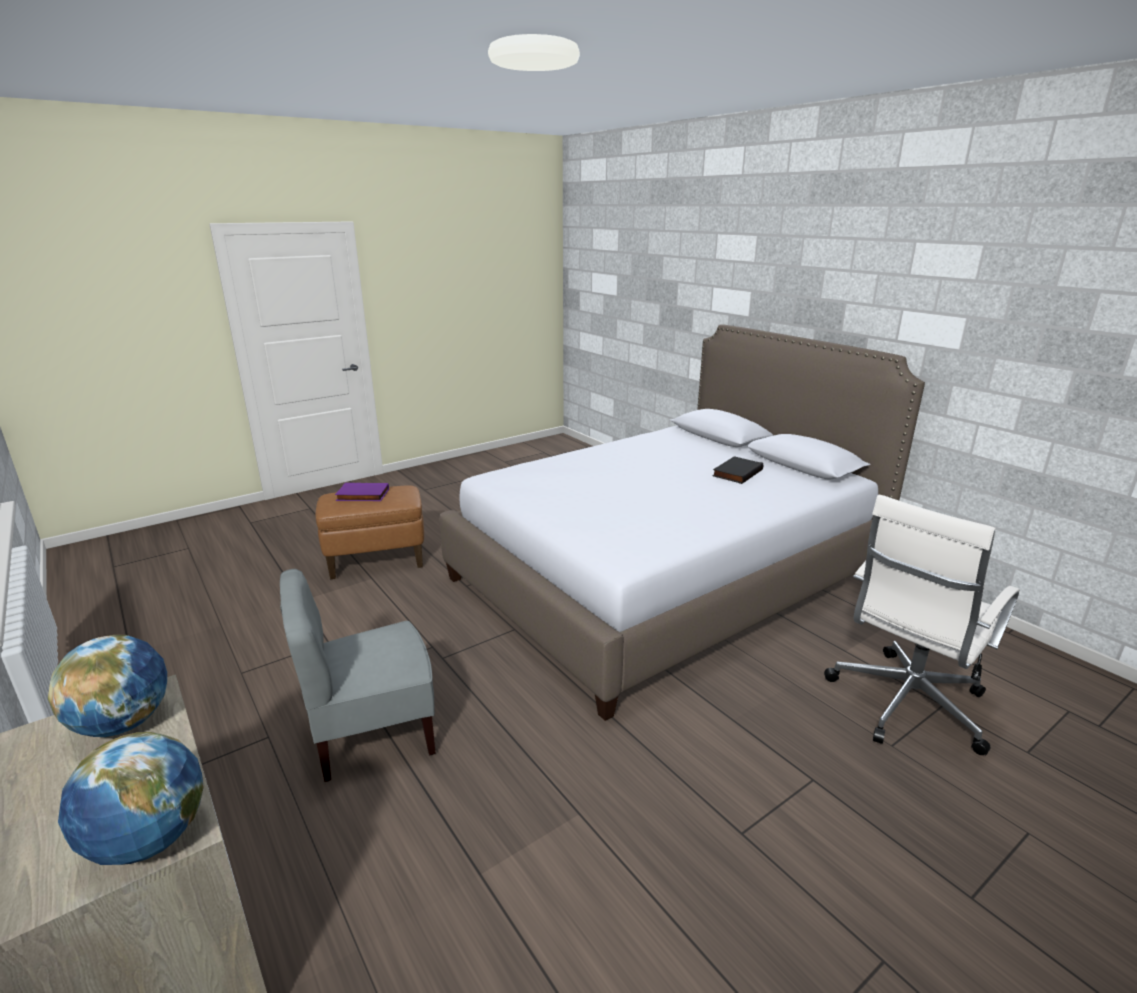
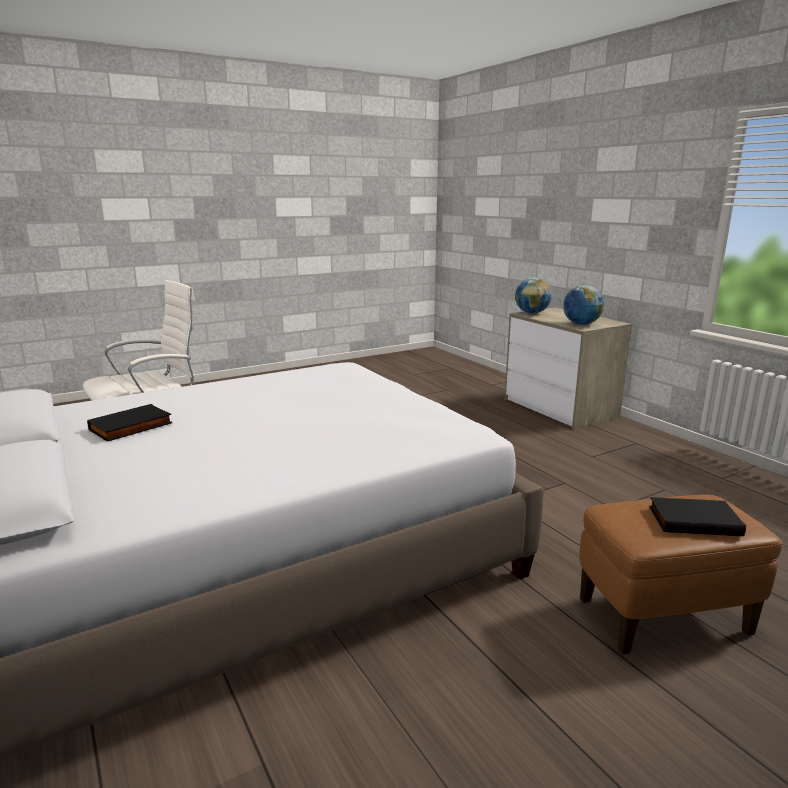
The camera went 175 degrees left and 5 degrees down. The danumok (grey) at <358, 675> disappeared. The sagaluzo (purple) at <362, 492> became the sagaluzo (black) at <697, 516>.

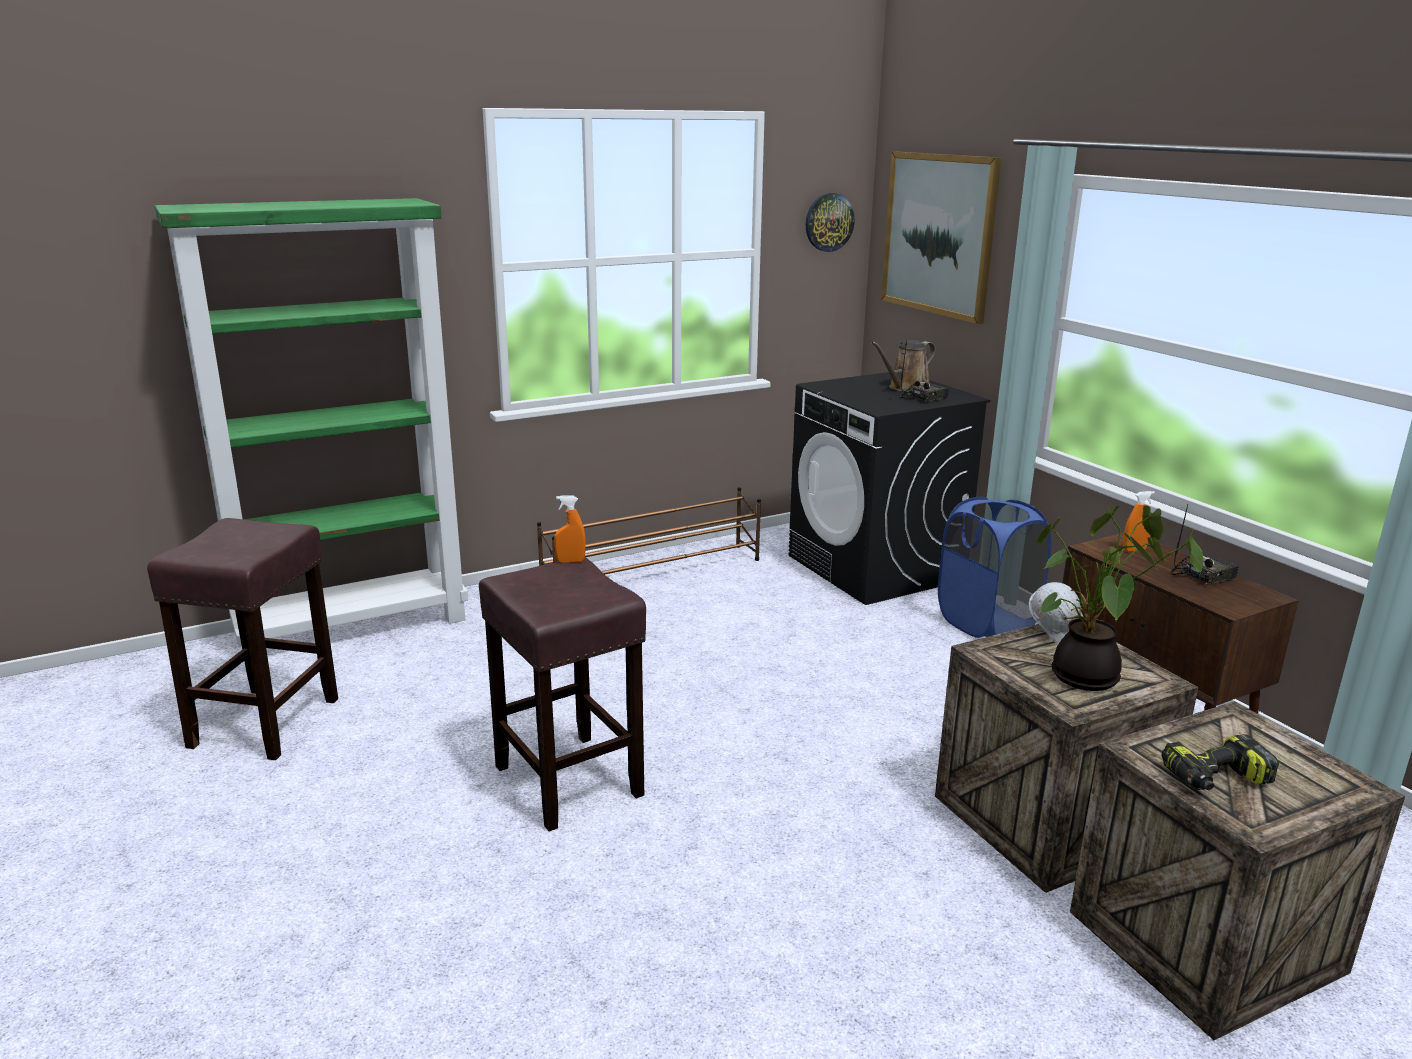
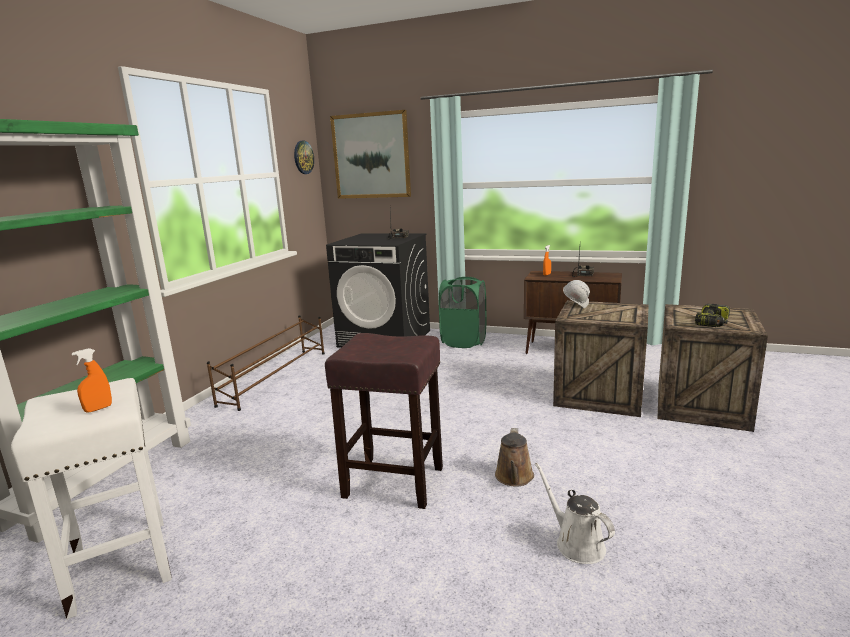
The camera went 40 degrees left and 5 degrees down. The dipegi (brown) at <242, 639> became the dipegi (white) at <91, 498>. The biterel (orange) moved from <570, 529> to <92, 380>. The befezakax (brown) moved from <903, 366> to <514, 457>. The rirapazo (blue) at <995, 567> became the rirapazo (green) at <463, 312>. The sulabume at <1120, 598> disappeared. The befezakax (white) at <575, 513> appeared.

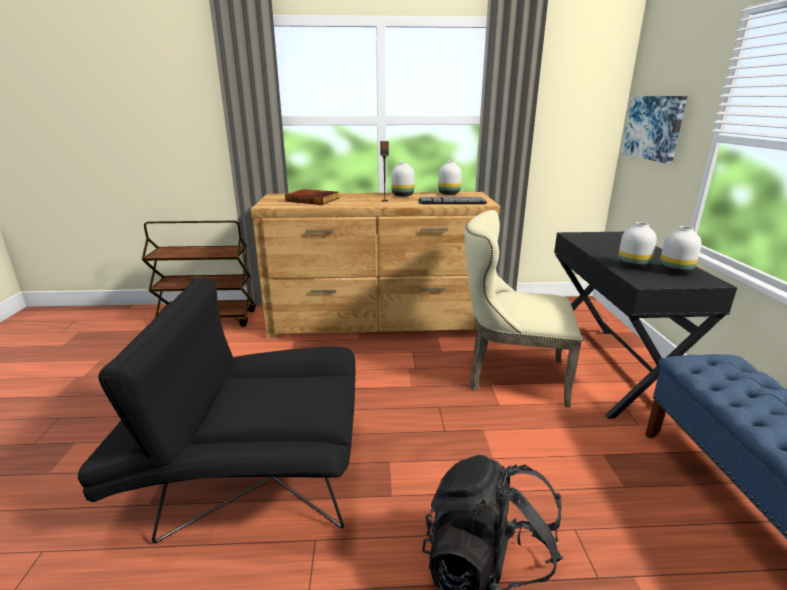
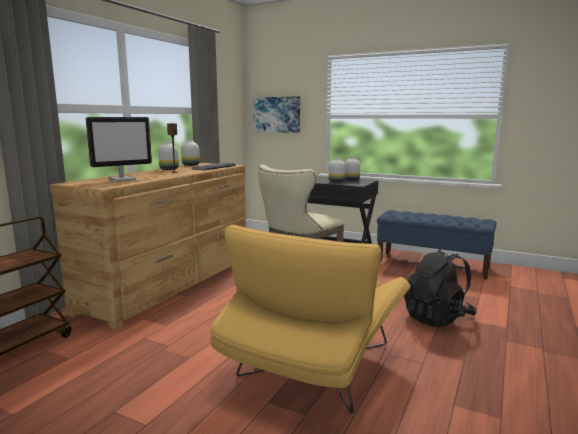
The camera went 60 degrees left and 10 degrees down. The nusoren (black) at <217, 410> became the nusoren (yellow) at <310, 319>. The sagaluzo at <312, 197> was replaced by the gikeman at <119, 149>.

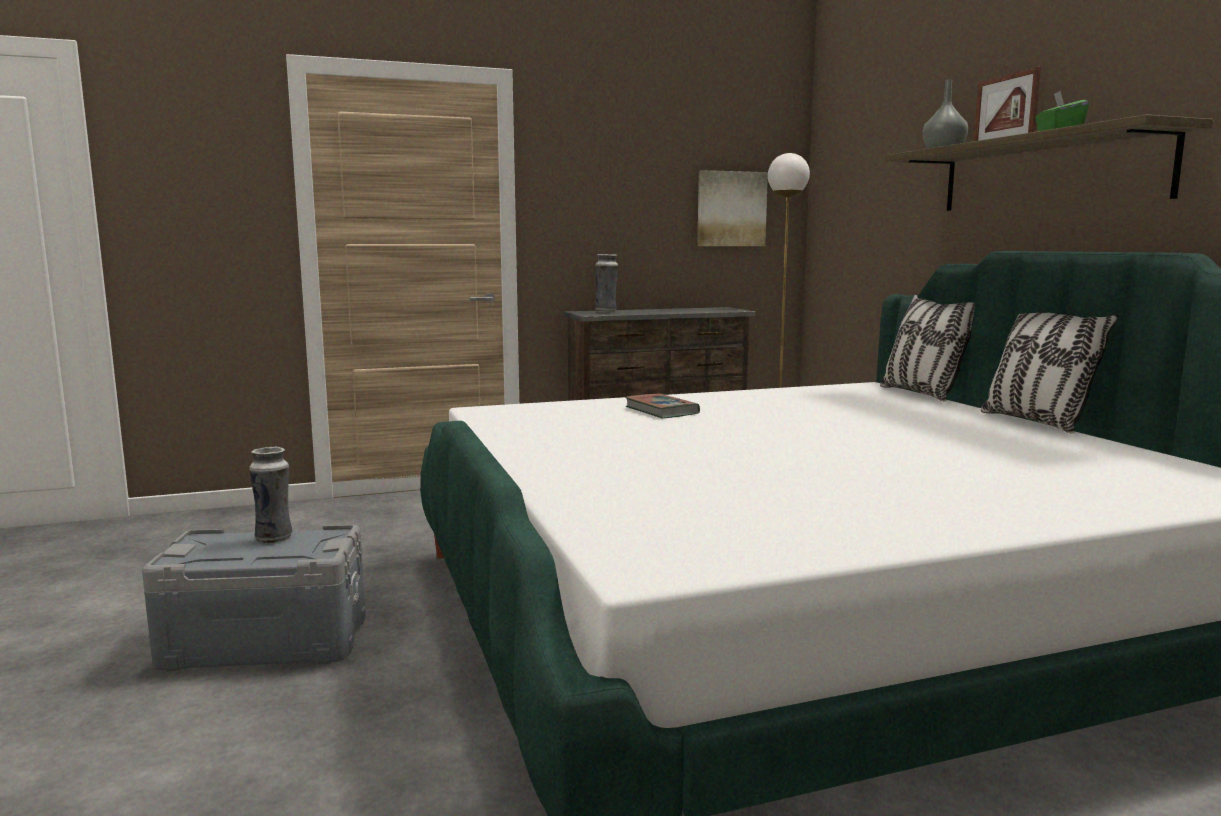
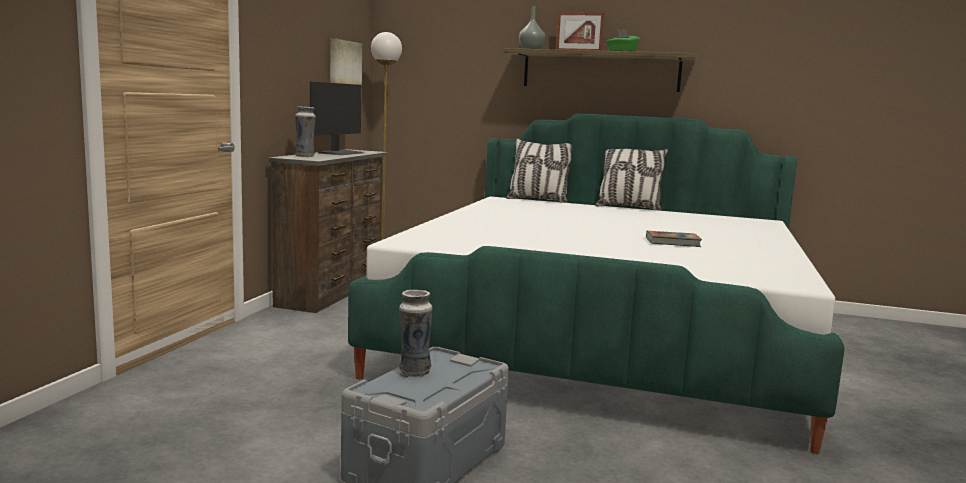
The camera went 55 degrees left and 0 degrees up. The sagaluzo moved from <662, 406> to <674, 239>. The gikeman at <337, 118> appeared.

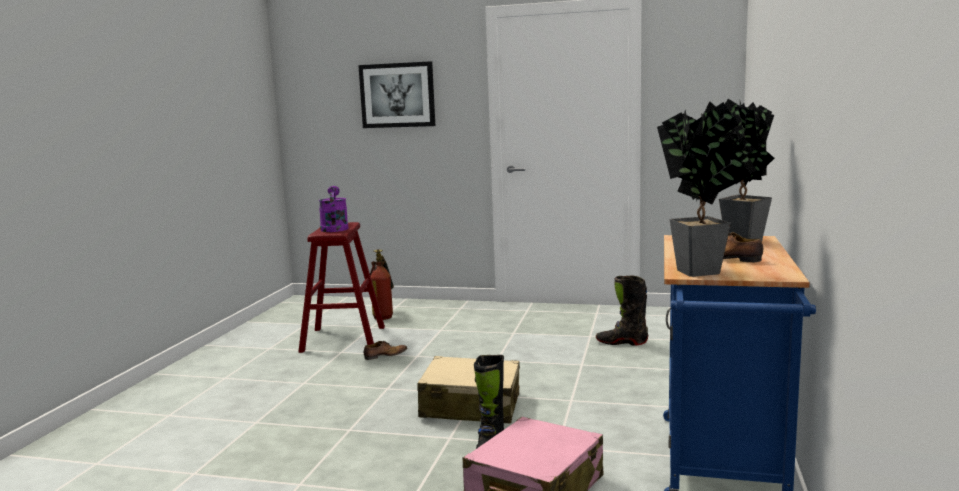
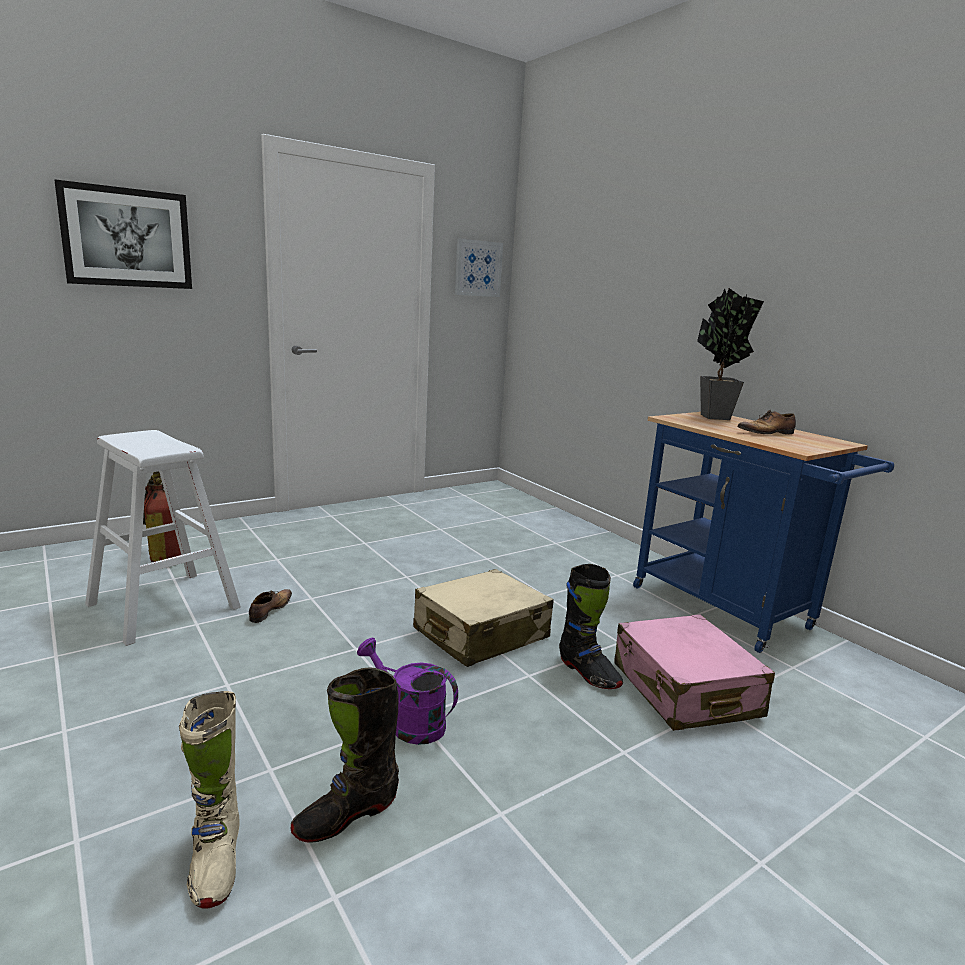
The camera went 50 degrees left and 5 degrees up. The dipegi (red) at <341, 287> became the dipegi (white) at <163, 538>. The befezakax (purple) moved from <333, 209> to <407, 691>. The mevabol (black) moved from <622, 311> to <345, 755>. The sulabume at <707, 189> disappeared. The mevabol (beige) at <209, 800> appeared. The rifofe at <479, 267> appeared.

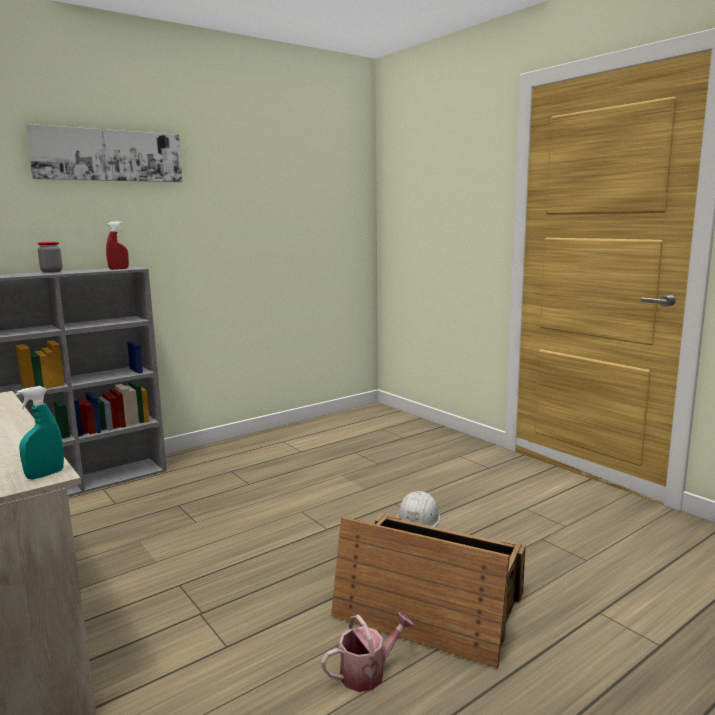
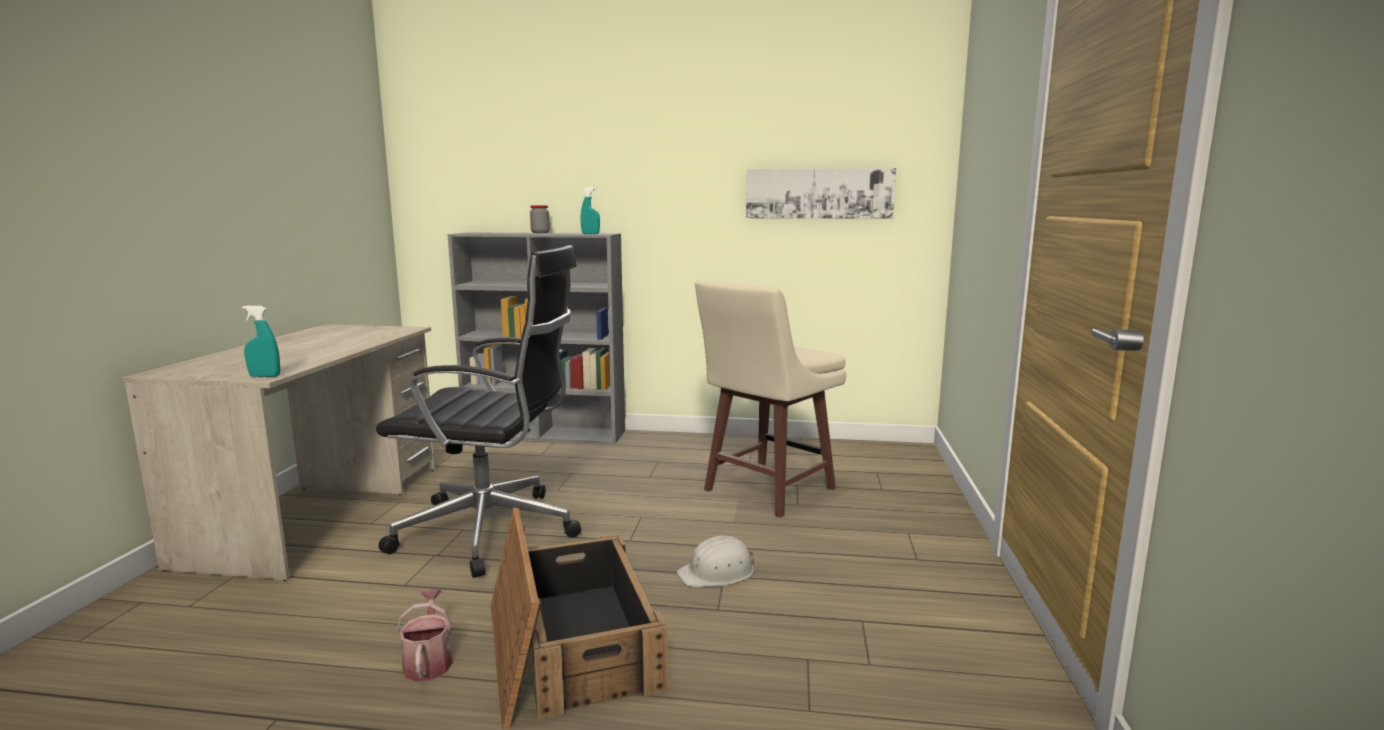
The camera went 45 degrees right and 0 degrees up. The rifofe moved from <104, 153> to <821, 193>. The biterel (red) at <117, 245> became the biterel (turquoise) at <590, 210>. The befezakax at <367, 652> turned 120 degrees counterclockwise. The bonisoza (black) at <478, 411> appeared. The dipegi (beige) at <770, 399> appeared.

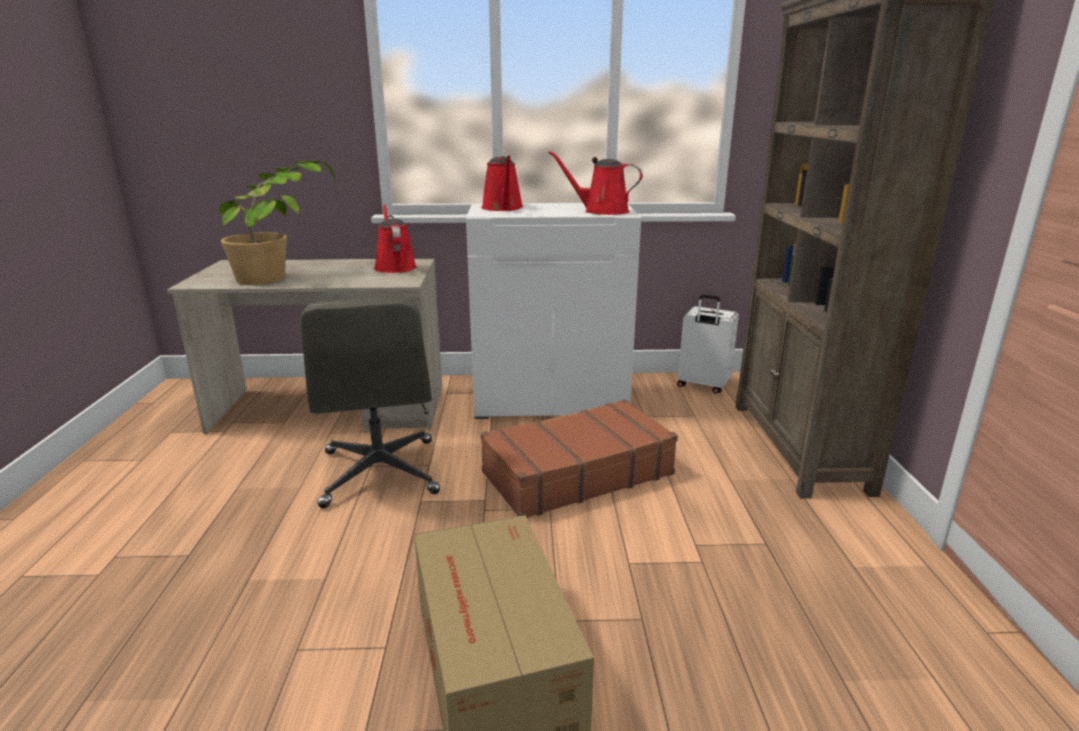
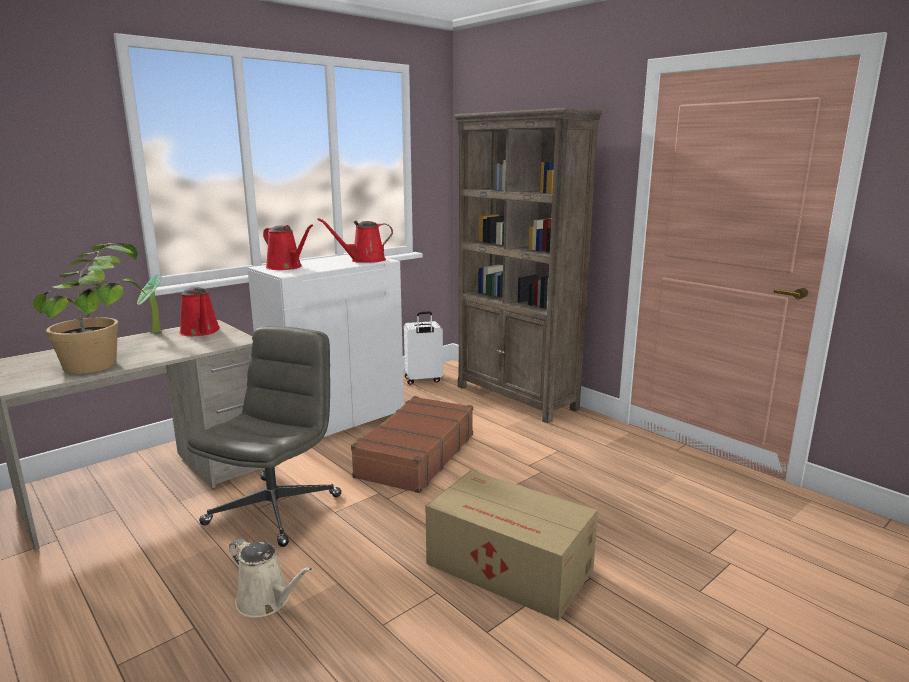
The camera went 40 degrees left and 5 degrees down. The bonisoza (grey) at <370, 402> turned 105 degrees counterclockwise. The befezakax (red) at <395, 238> turned 150 degrees counterclockwise. The sulabume at <149, 303> appeared. The befezakax (beige) at <271, 578> appeared.

